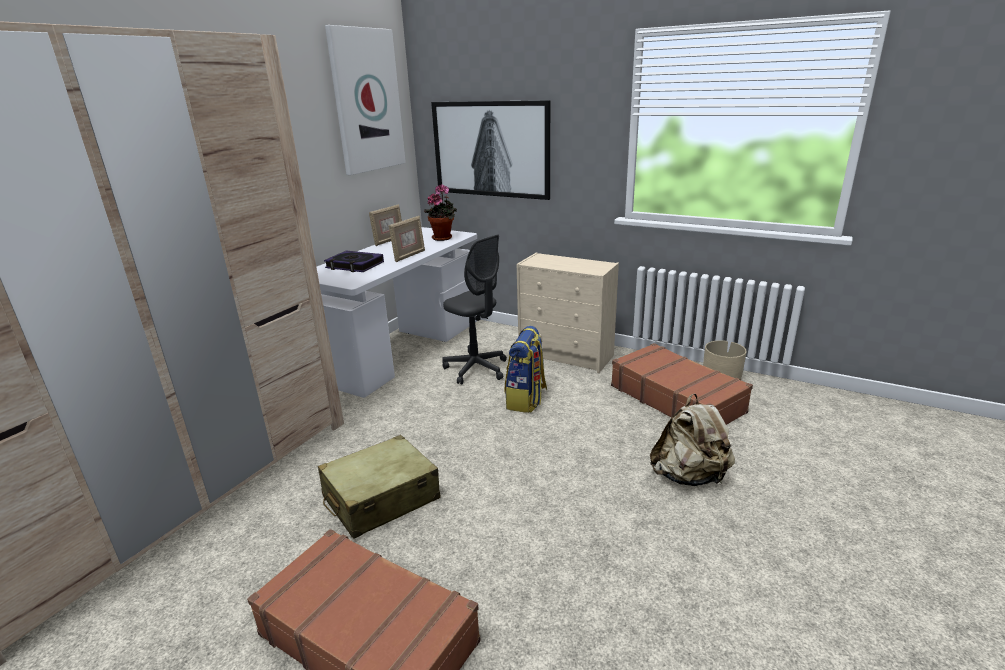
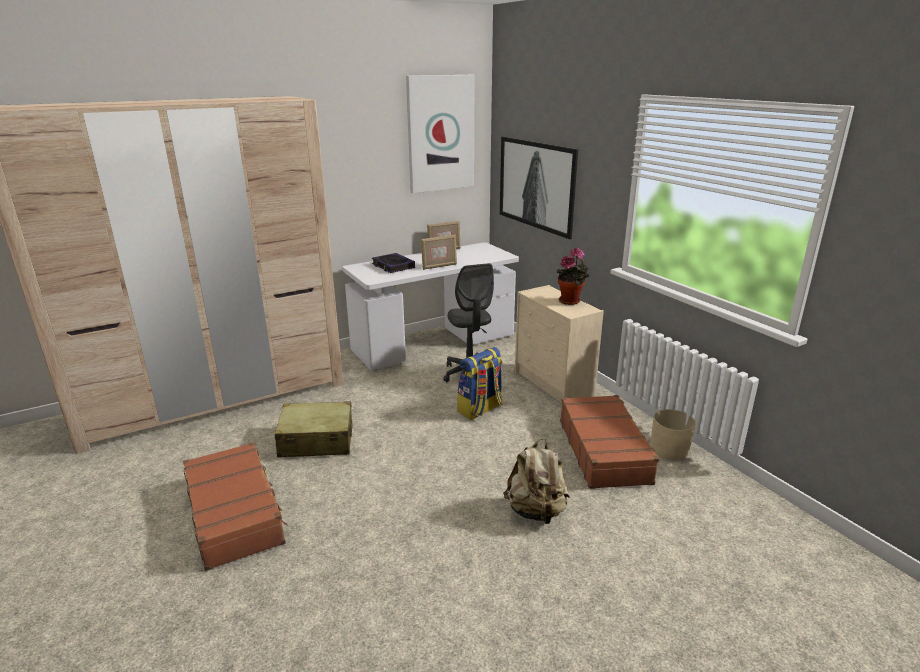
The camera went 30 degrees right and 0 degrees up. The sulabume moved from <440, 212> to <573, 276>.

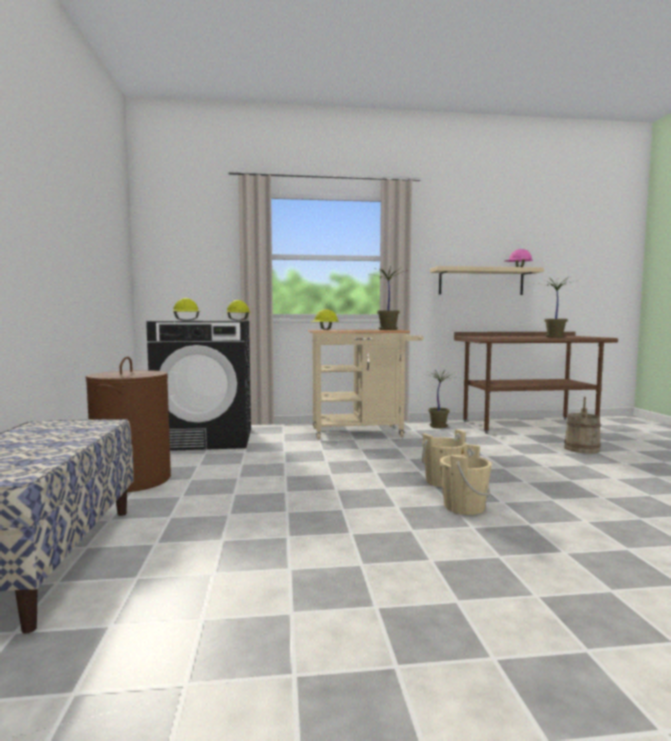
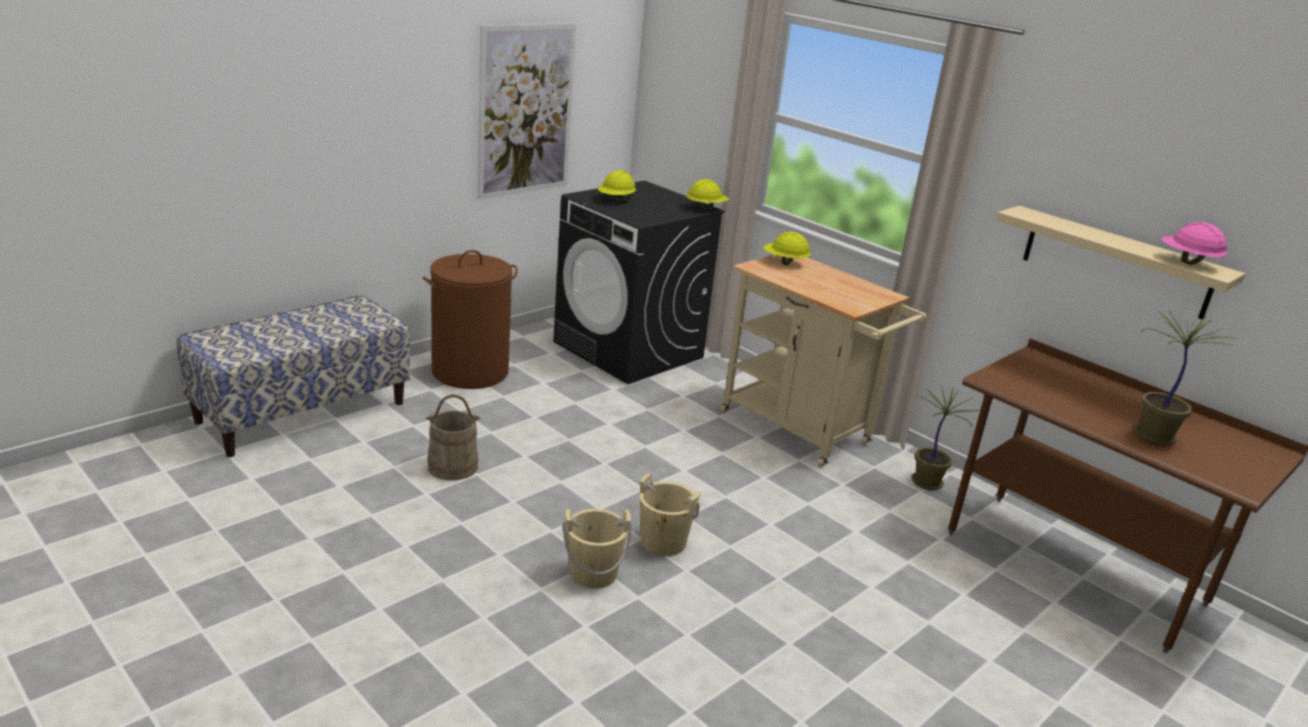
The camera went 50 degrees right and 20 degrees up. The sulabume at <387, 298> disappeared. The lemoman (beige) moved from <582, 425> to <453, 437>. The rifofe at <527, 111> appeared.

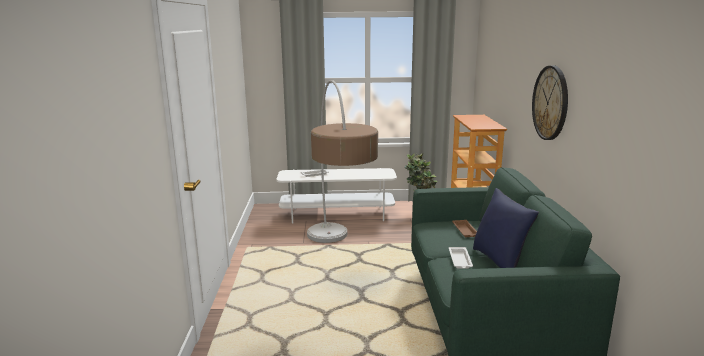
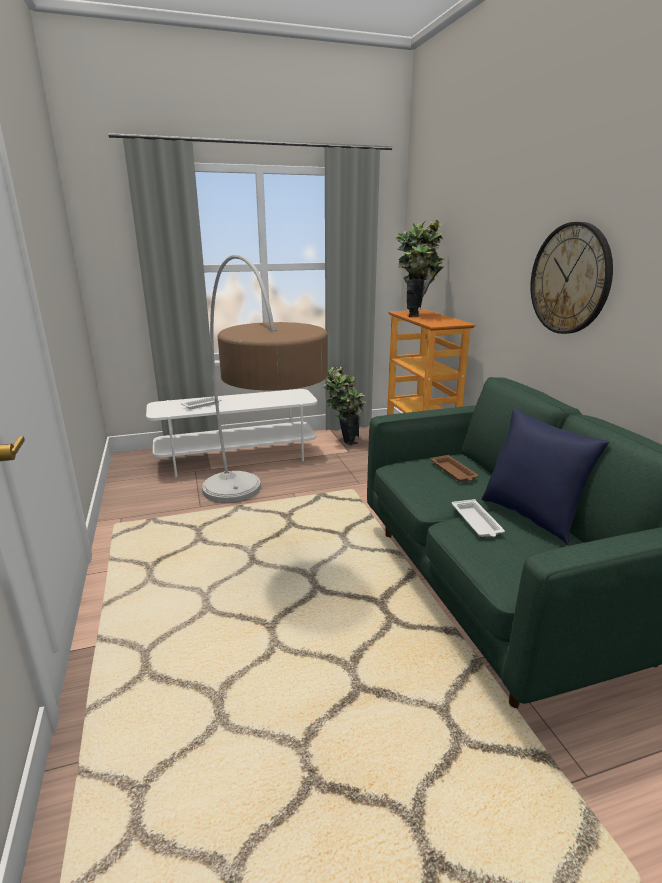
The camera went 15 degrees left and 5 degrees up. The sulabume at <420, 268> appeared.

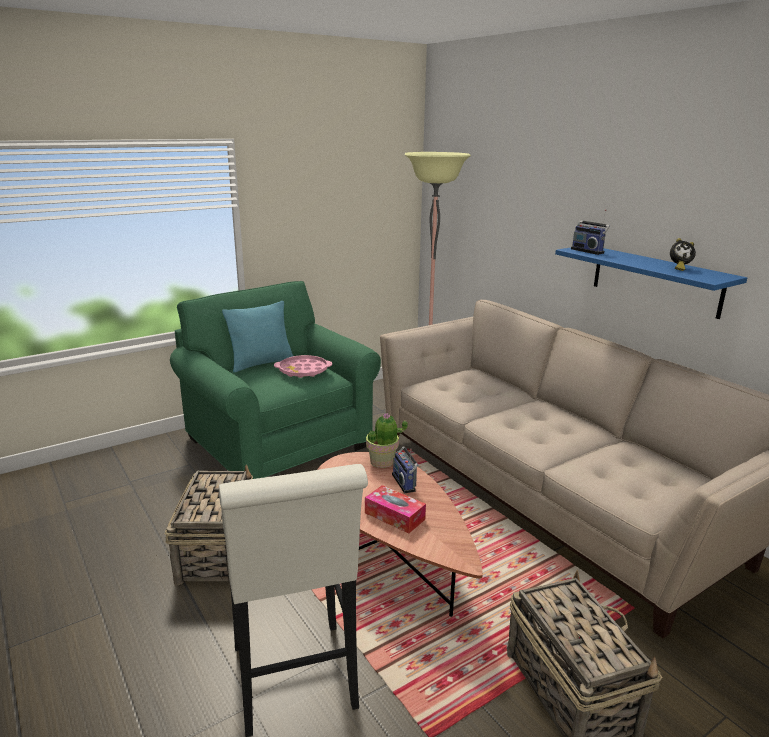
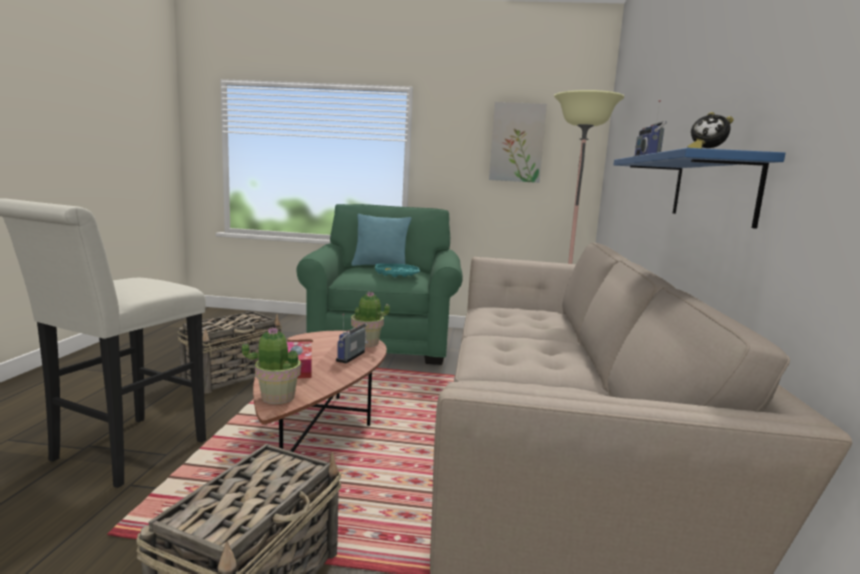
The camera went 40 degrees right and 10 degrees down. The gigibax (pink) at <303, 366> became the gigibax (turquoise) at <397, 270>. The sulabume at <271, 365> appeared. The rifofe at <518, 142> appeared.

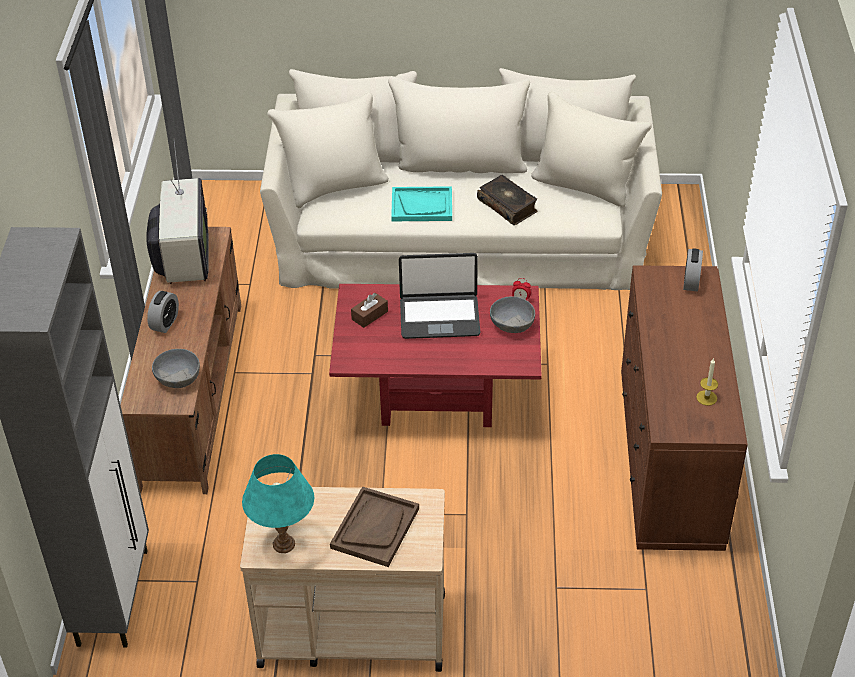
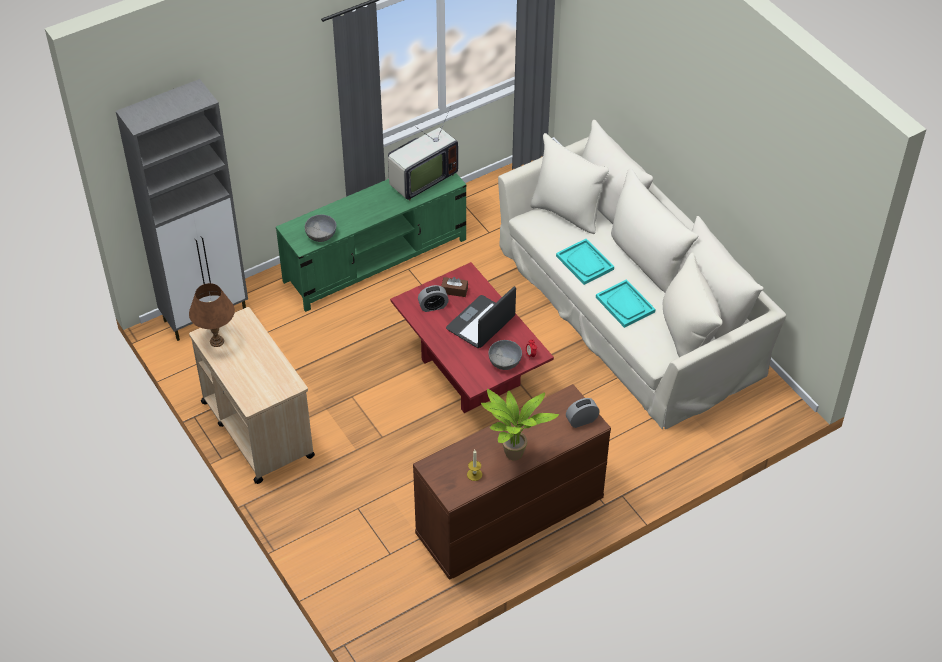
The camera went 55 degrees right and 5 degrees up. The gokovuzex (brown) at <181, 360> became the gokovuzex (green) at <371, 242>. The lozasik moved from <163, 312> to <433, 298>. The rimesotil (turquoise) at <278, 503> became the rimesotil (brown) at <212, 315>. The gigibax (brown) at <374, 526> disappeared. The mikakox at <439, 296> turned 75 degrees clockwise. The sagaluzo at <507, 200> was replaced by the gigibax (turquoise) at <625, 303>. The sulabume at <520, 425> appeared.

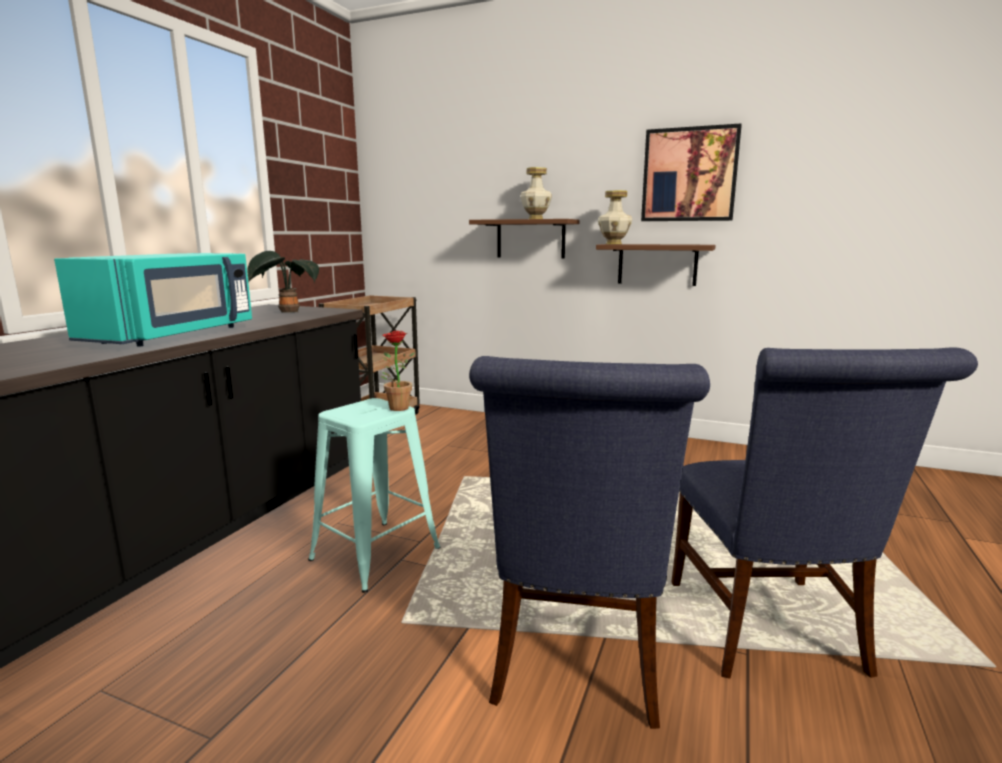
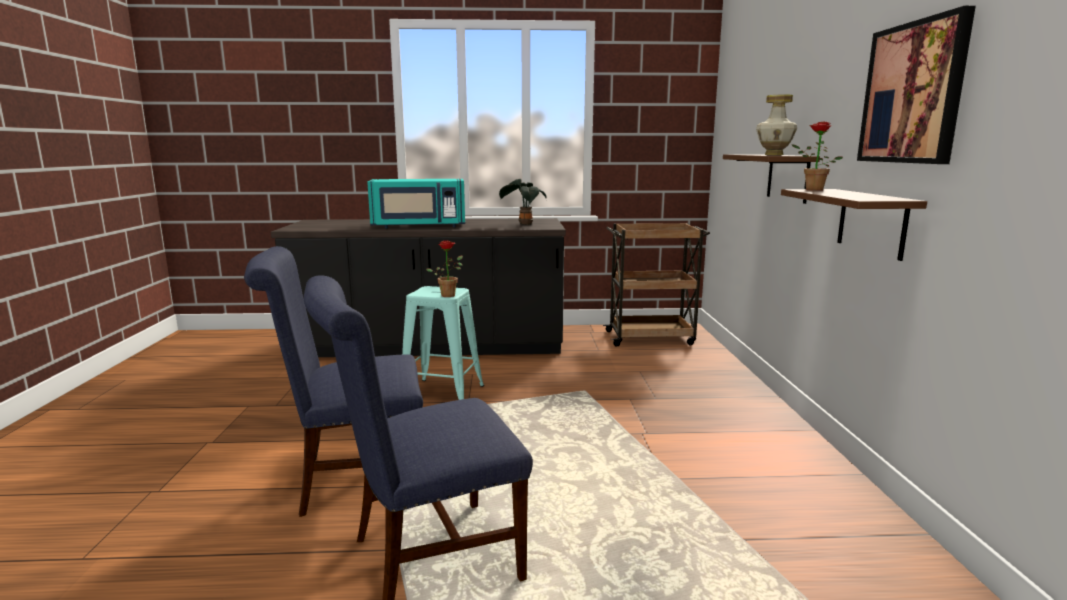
The camera went 65 degrees right and 0 degrees up. The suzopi at <615, 217> was replaced by the sulabume at <817, 156>.

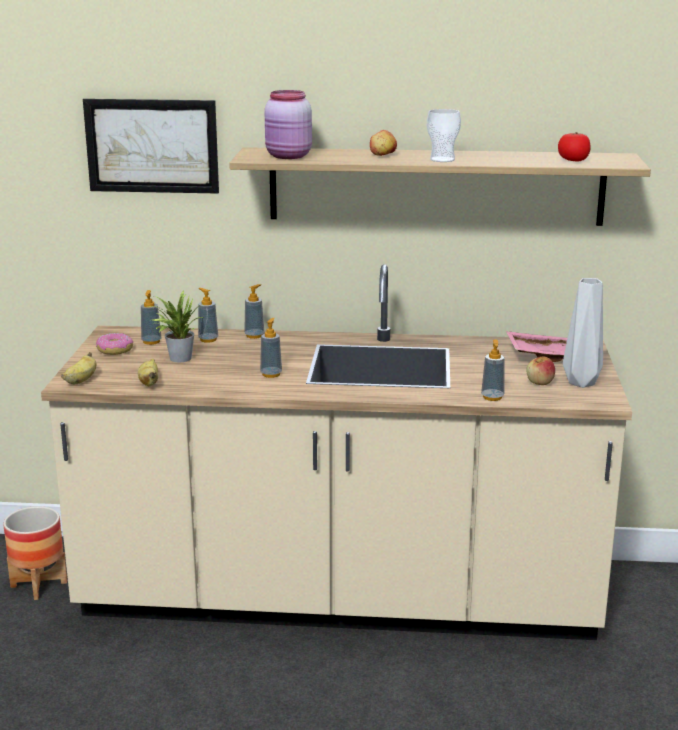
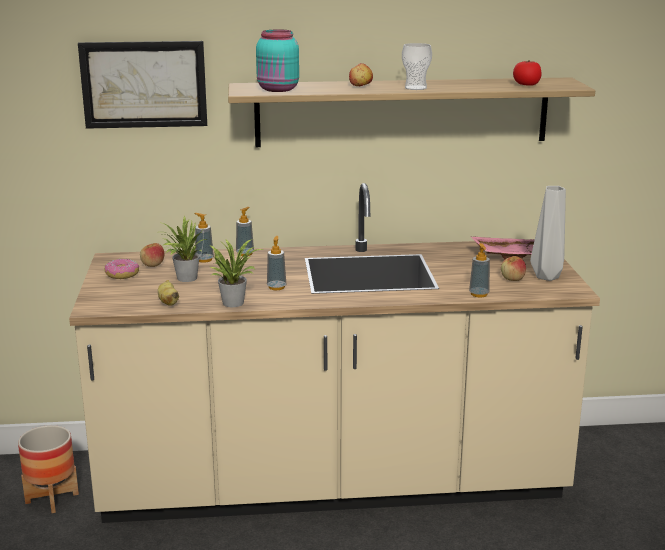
The camera went 10 degrees left and 0 degrees up. The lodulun at <78, 368> disappeared. The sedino at <151, 317> was replaced by the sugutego at <152, 255>. The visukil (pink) at <288, 124> became the visukil (turquoise) at <277, 60>. The sulabume at <236, 273> appeared.

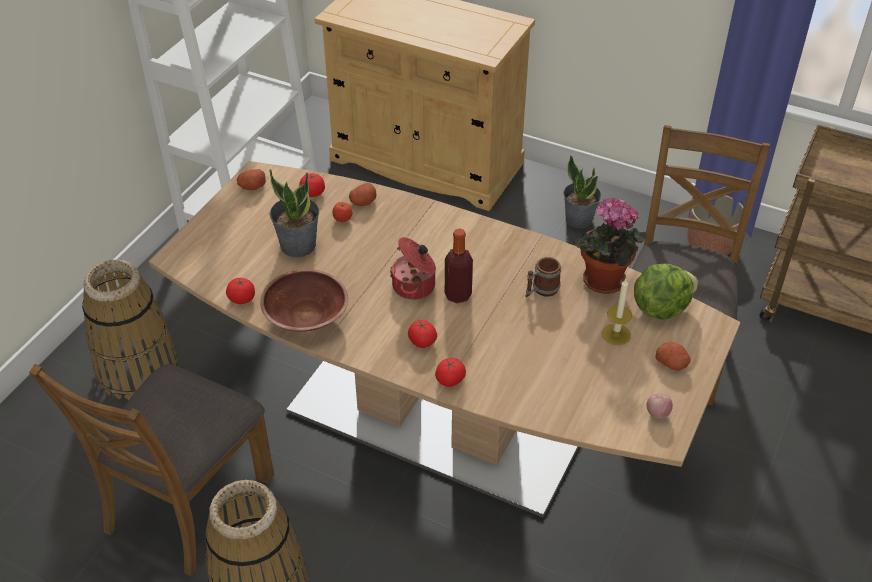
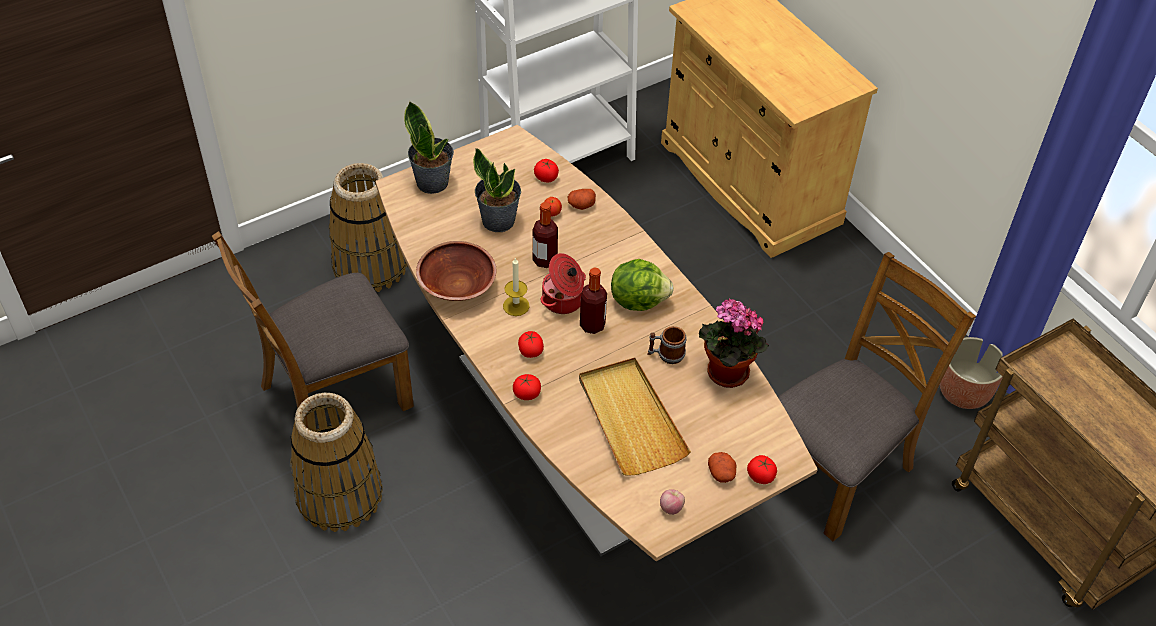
The camera went 30 degrees right and 5 degrees up. The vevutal moved from <240, 291> to <762, 469>. The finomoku at <251, 179> disappeared. The sulabume moved from <582, 192> to <429, 147>. The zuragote moved from <617, 312> to <516, 286>. The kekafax moved from <666, 292> to <642, 285>. The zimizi at <545, 235> appeared. The gigibax (beige) at <635, 416> appeared.

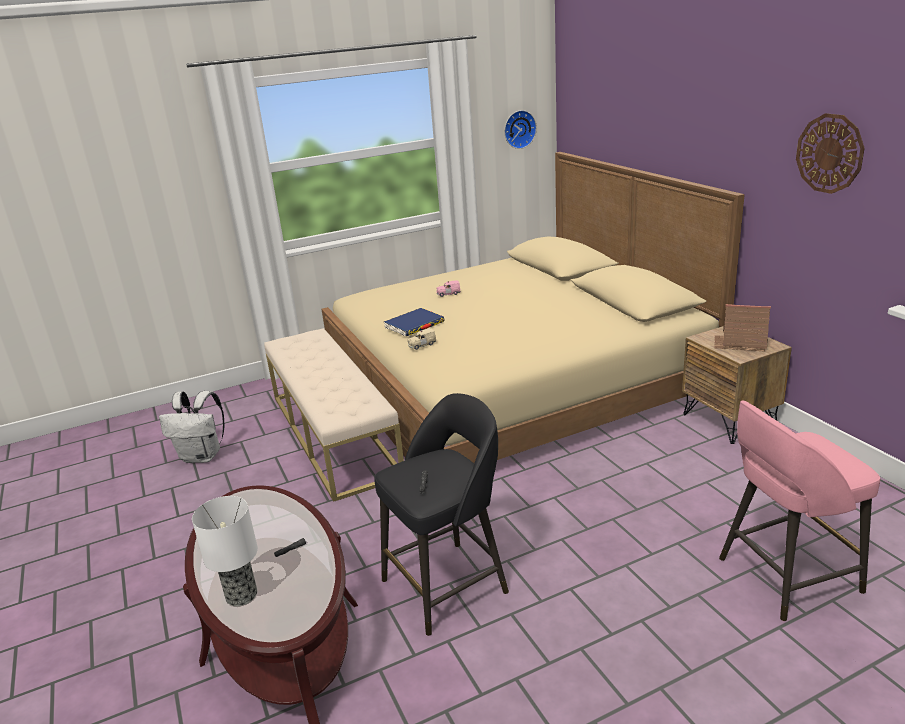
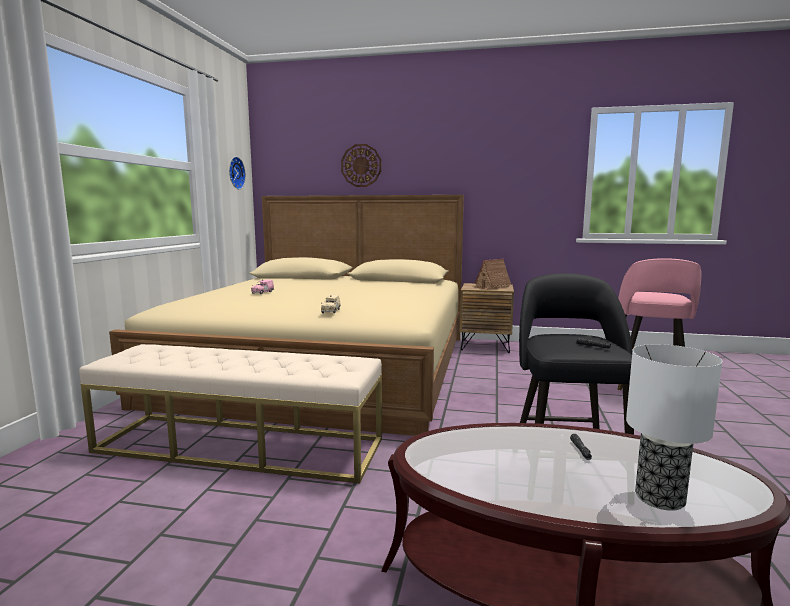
The camera went 55 degrees left and 15 degrees down. The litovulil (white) at <191, 427> disappeared. The sagaluzo (blue) at <414, 322> disappeared. The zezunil moved from <830, 153> to <361, 165>.

